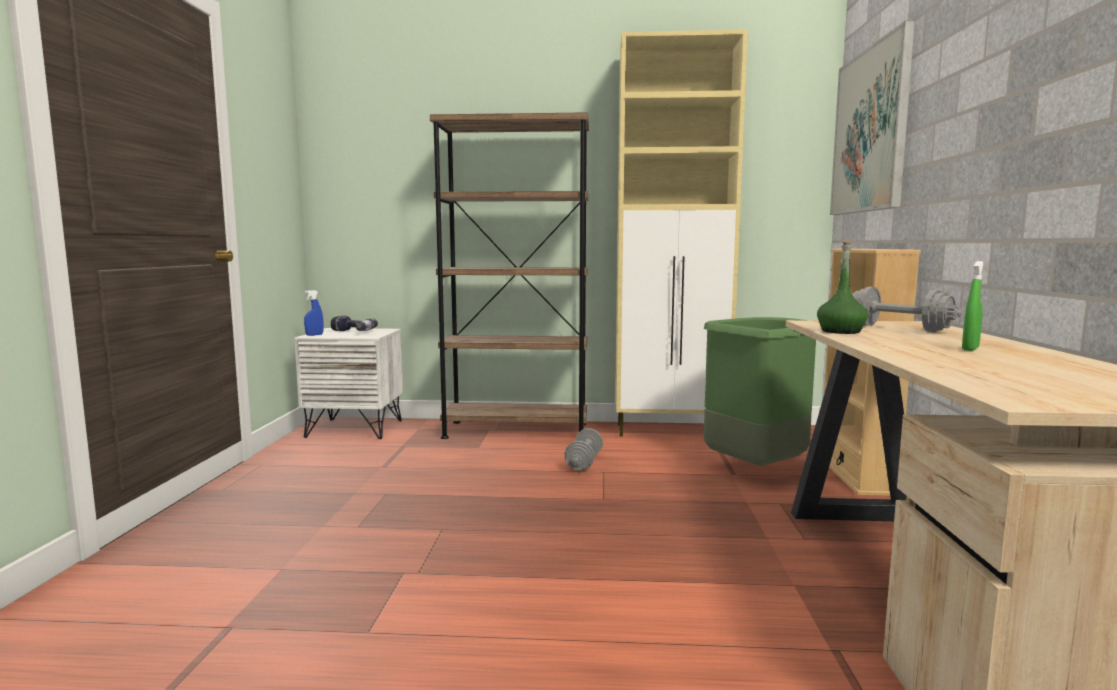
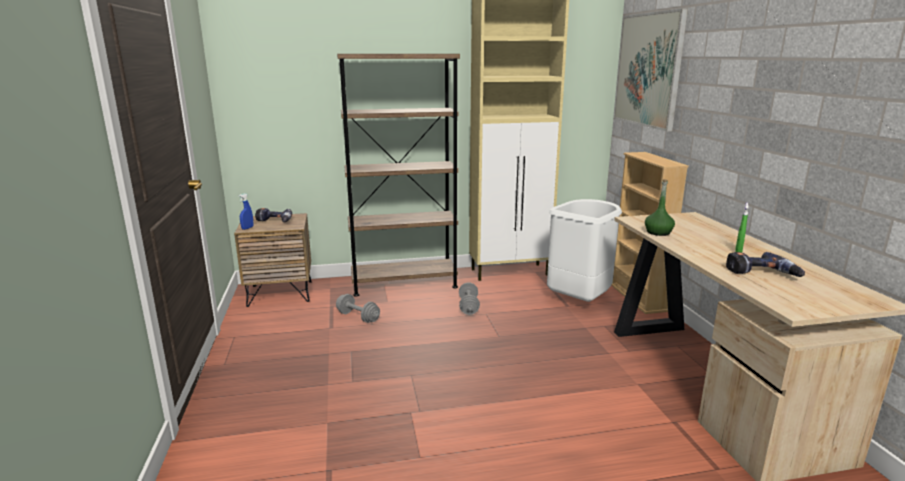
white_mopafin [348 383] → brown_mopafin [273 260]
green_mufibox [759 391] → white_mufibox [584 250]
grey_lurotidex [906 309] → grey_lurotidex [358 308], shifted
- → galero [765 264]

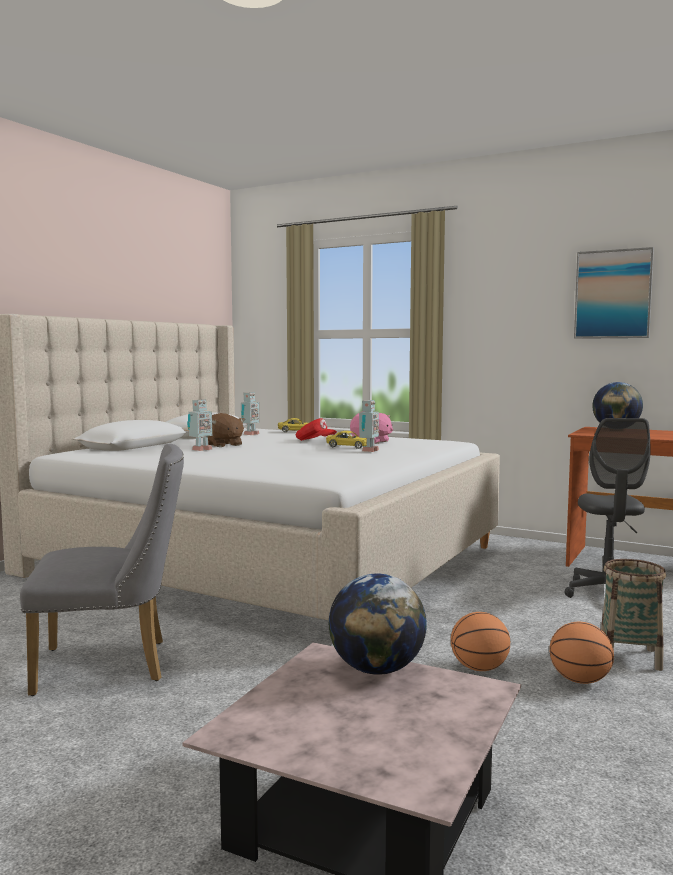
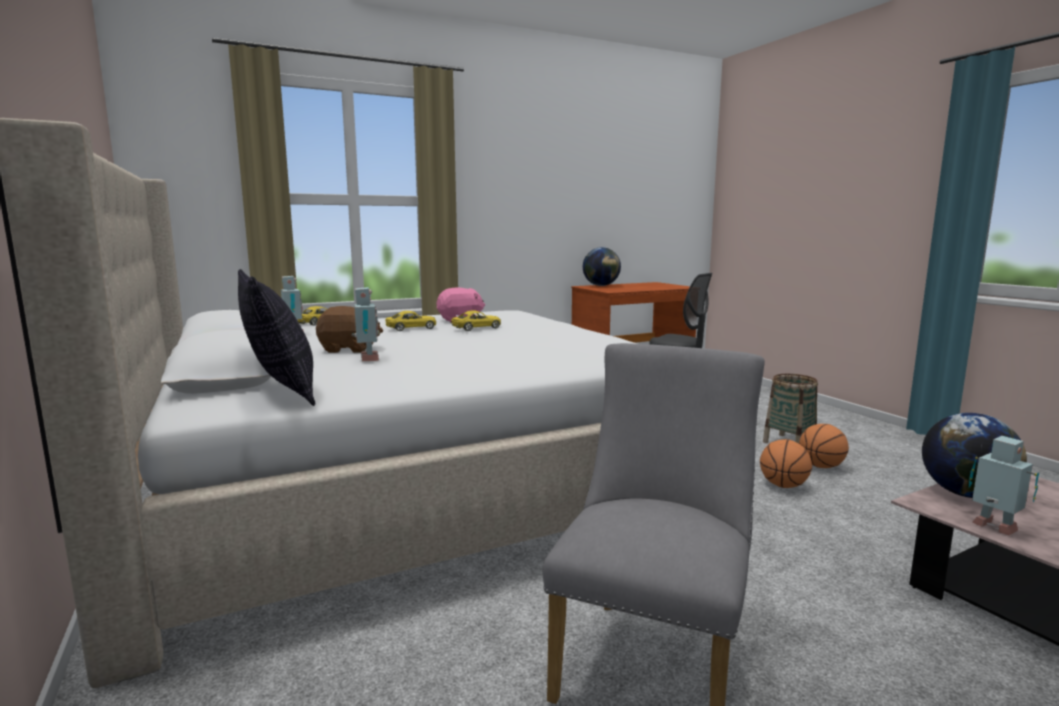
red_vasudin [316 429] → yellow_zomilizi [410 321]
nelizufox [369 426] → nelizufox [1004 486], shifted
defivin [614 293] → -
- → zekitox [277 337]

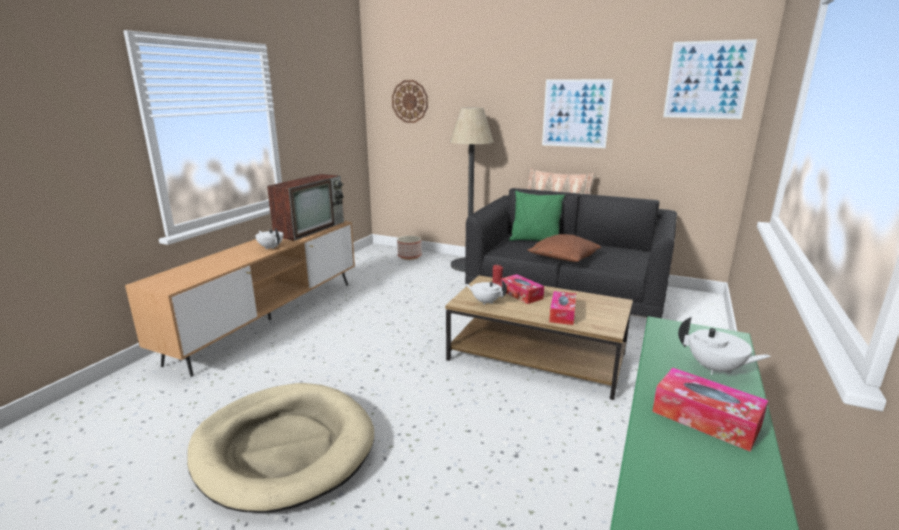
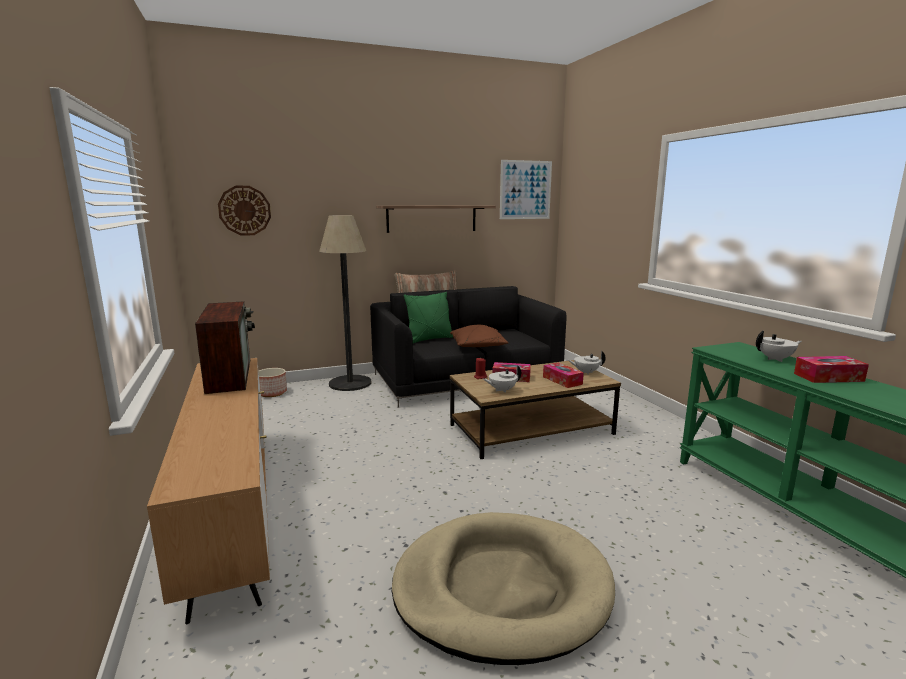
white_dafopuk [269 238] → white_dafopuk [587 363], shifted
defivin [577 113] → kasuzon [436 219]

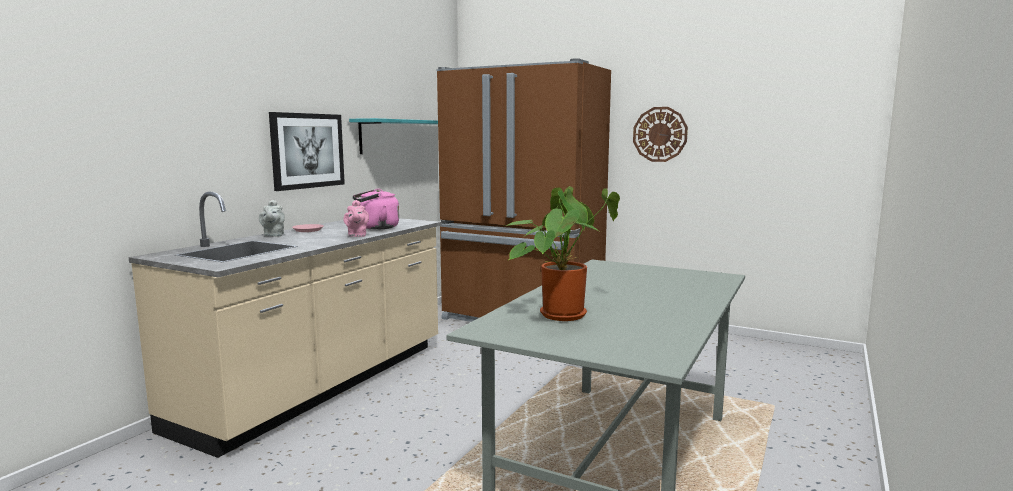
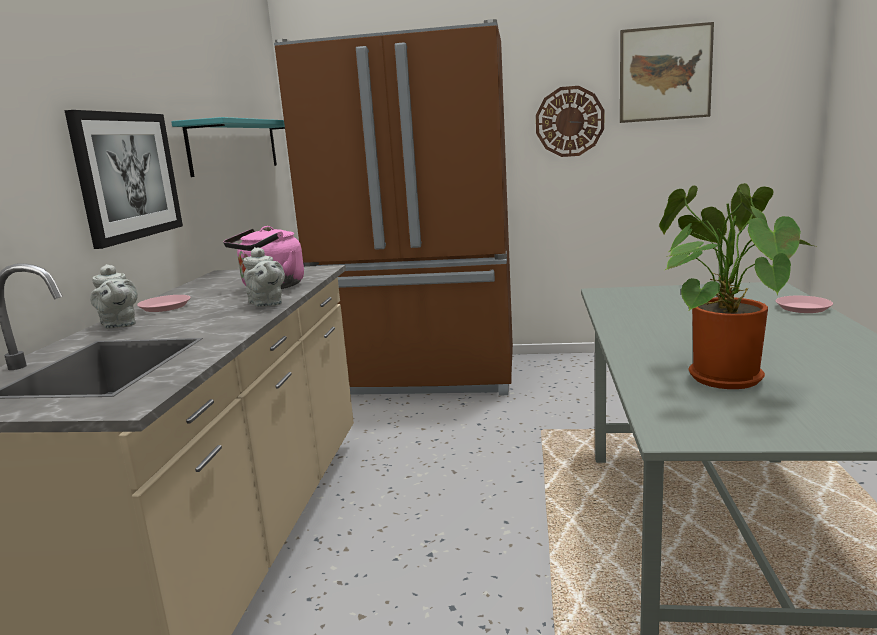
pink_dafopuk [356 218] → grey_dafopuk [264 277]
- → defivin [667 72]
- → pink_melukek [804 304]

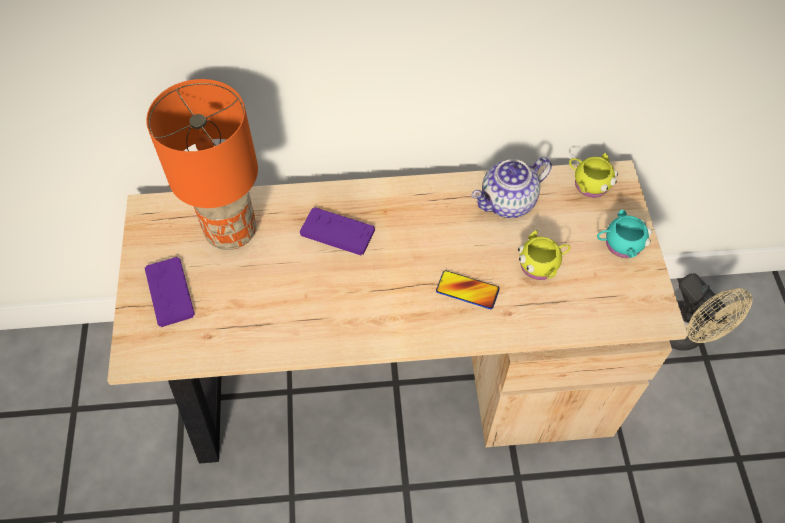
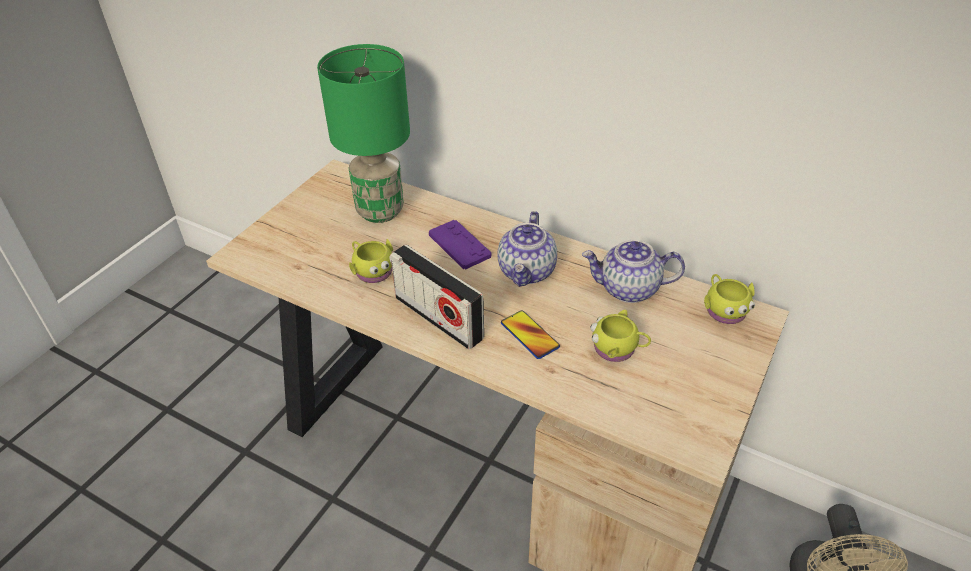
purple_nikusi [170 292] → -
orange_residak [202 164] → green_residak [363 133]
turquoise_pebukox [624 233] → -
- → yellow_pebukox [371 261]
- → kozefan [437 297]
- → dafopuk [527 249]

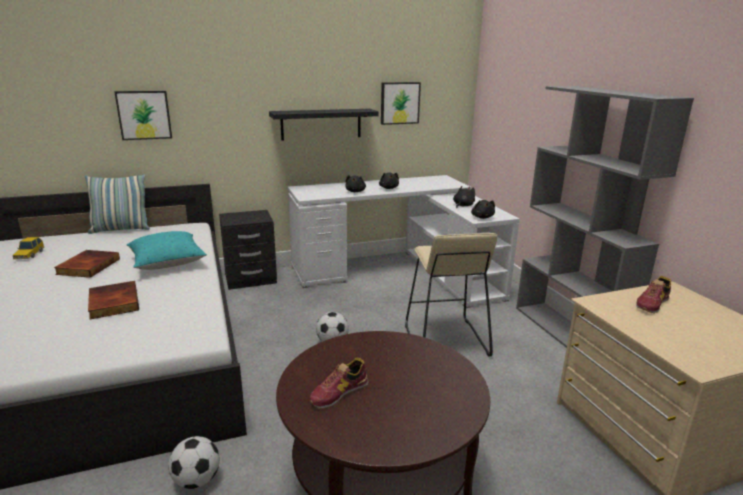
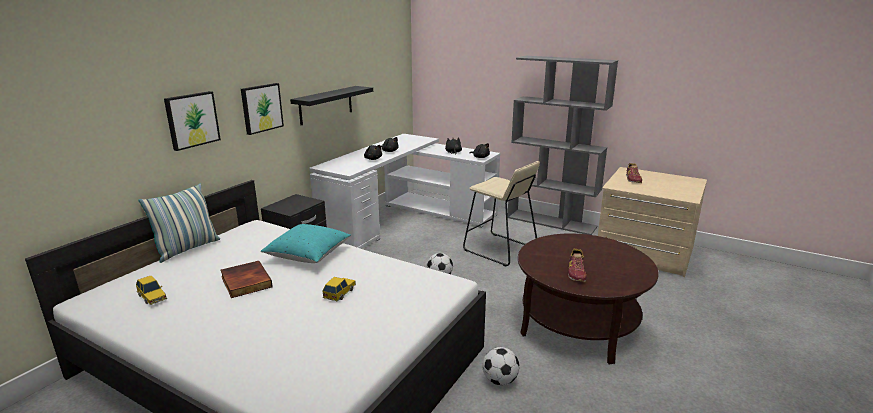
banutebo [113 300] → zomilizi [339 289]
defivin [401 103] → defivin [262 109], shifted

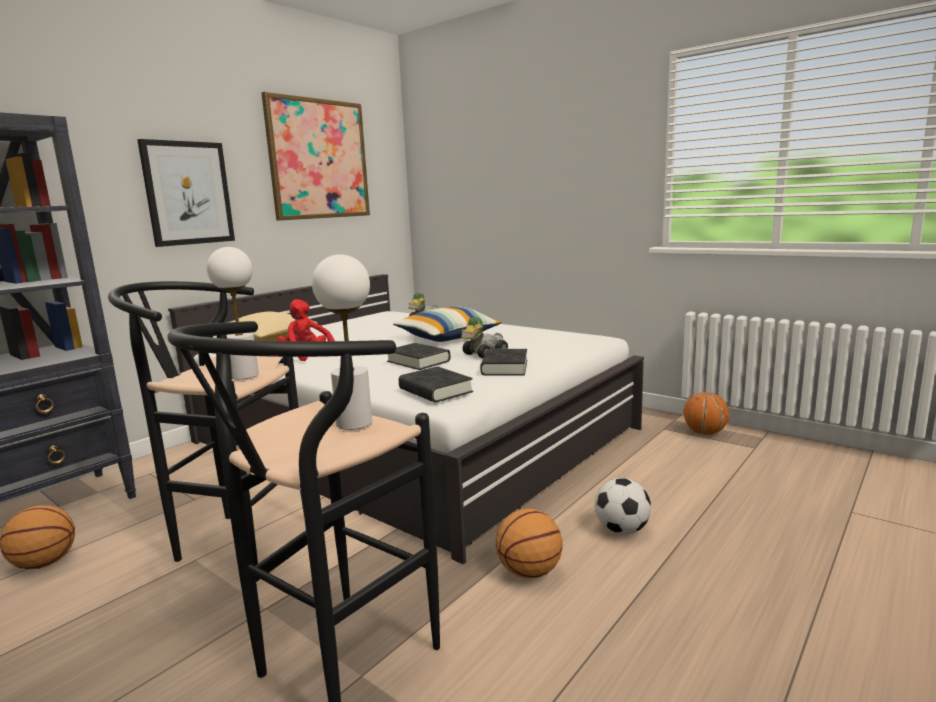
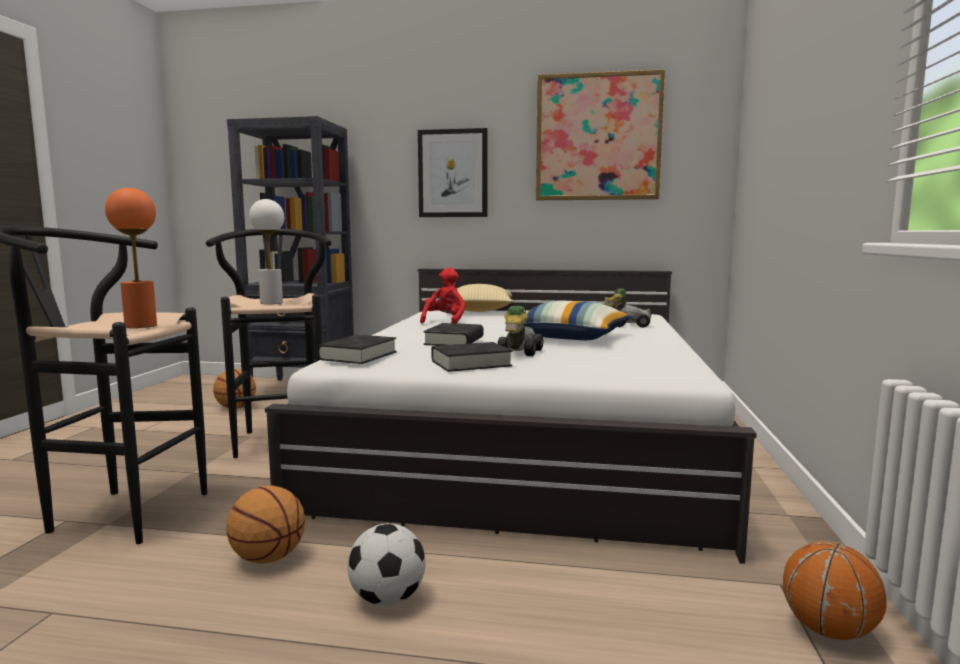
white_residak [342 342] → orange_residak [131 258]
zomilizi [484 337] → zomilizi [520 331], 90 degrees counterclockwise

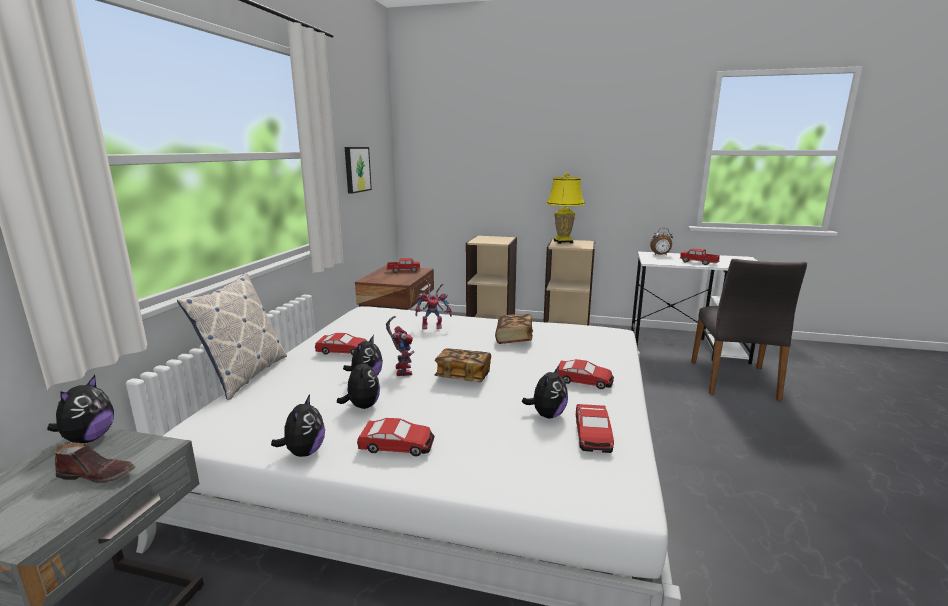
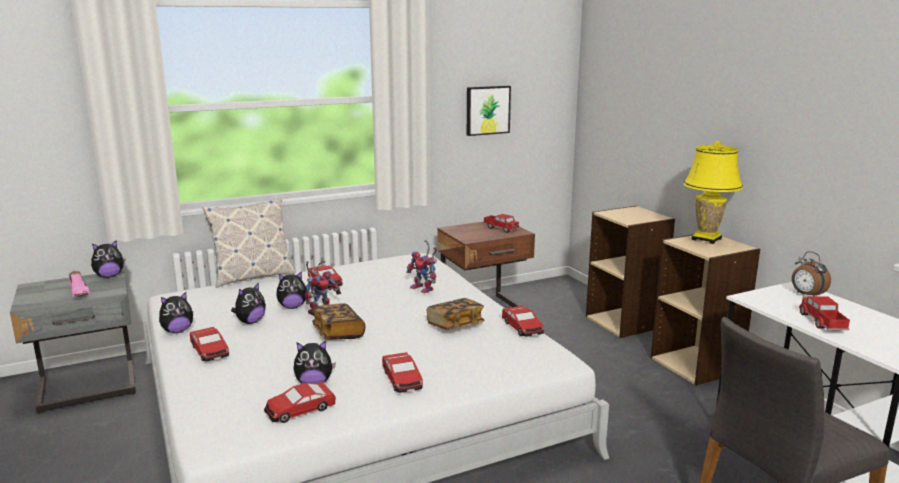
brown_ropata [95 462] → pink_ropata [79 284]
- → zomilizi [523 321]

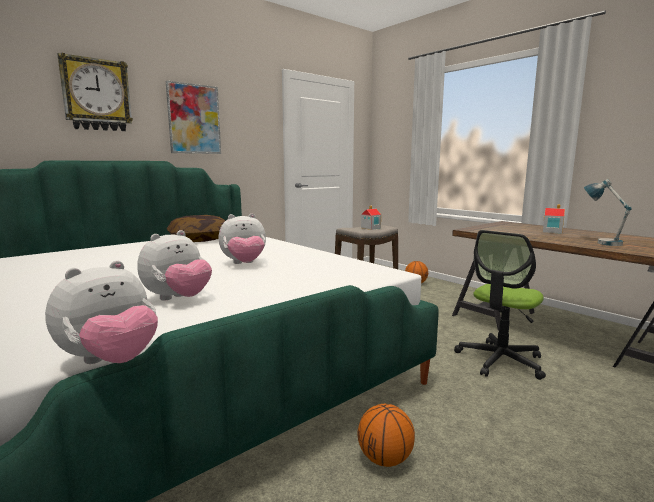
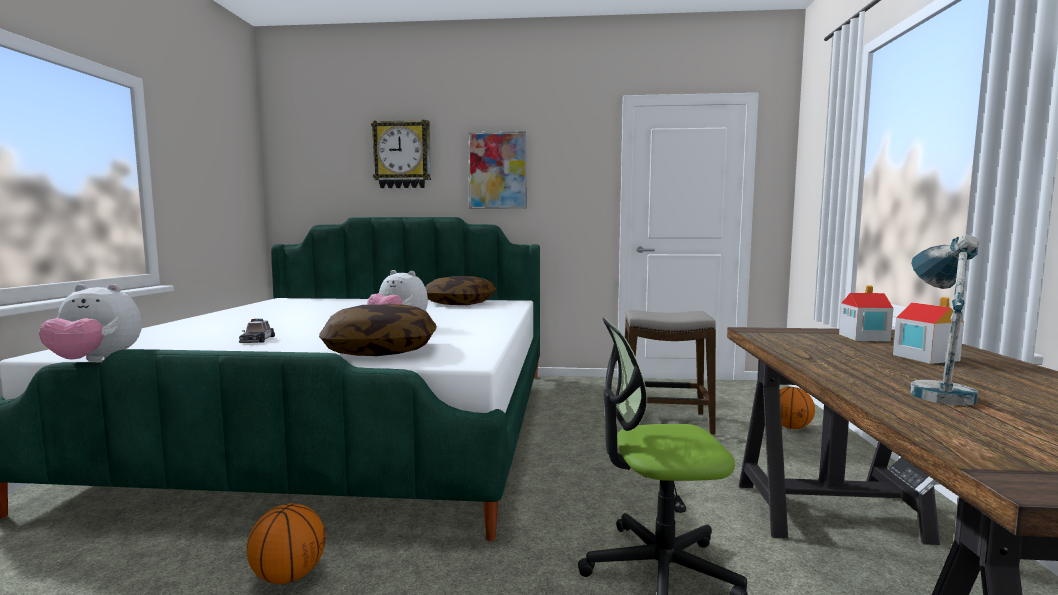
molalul [174 265] → zomilizi [257 331]
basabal [371 218] → basabal [866 313], shifted
- → zekitox [378 330]

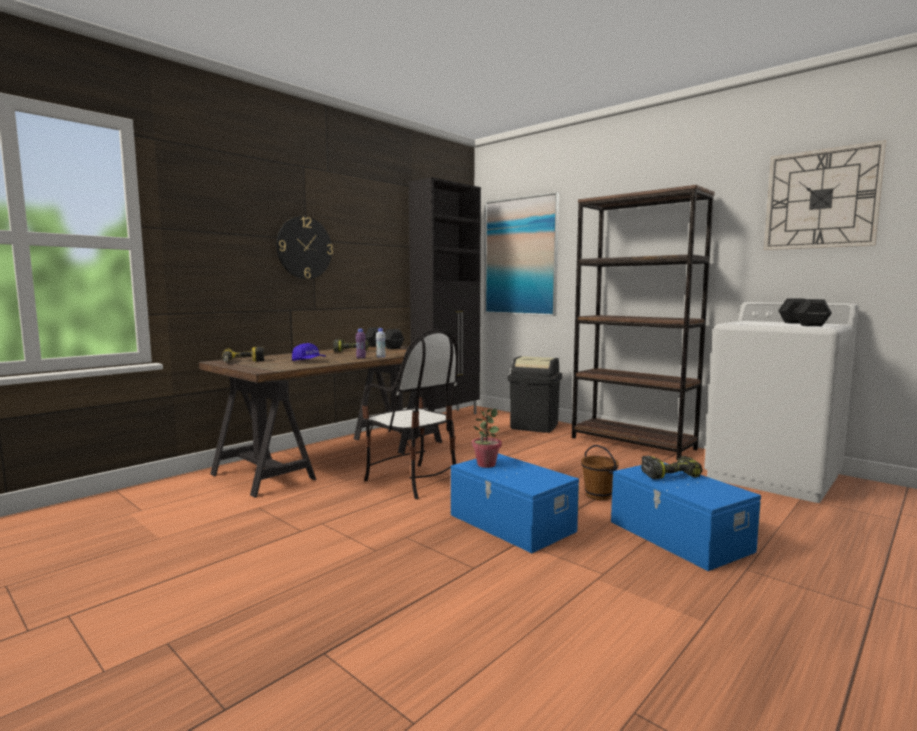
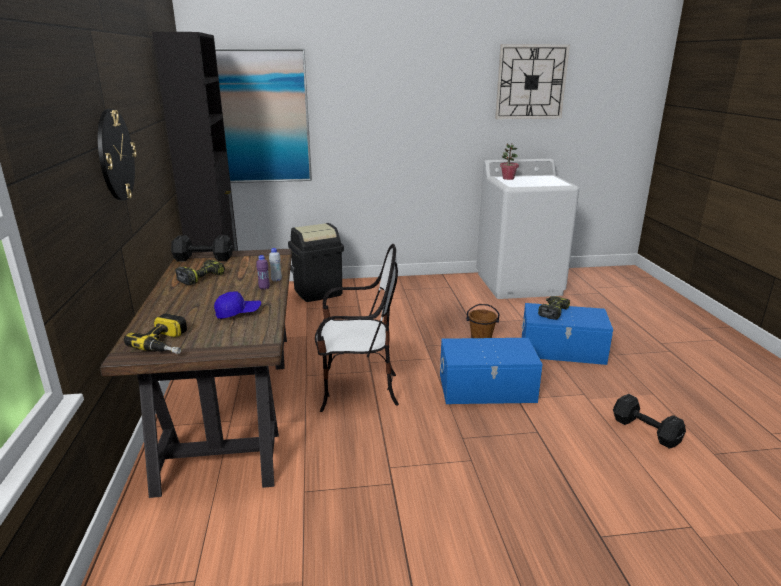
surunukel [487 438] → surunukel [509 161], shifted
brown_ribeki [643 322] → -
black_lurotidex [805 312] → black_lurotidex [649 421], shifted

